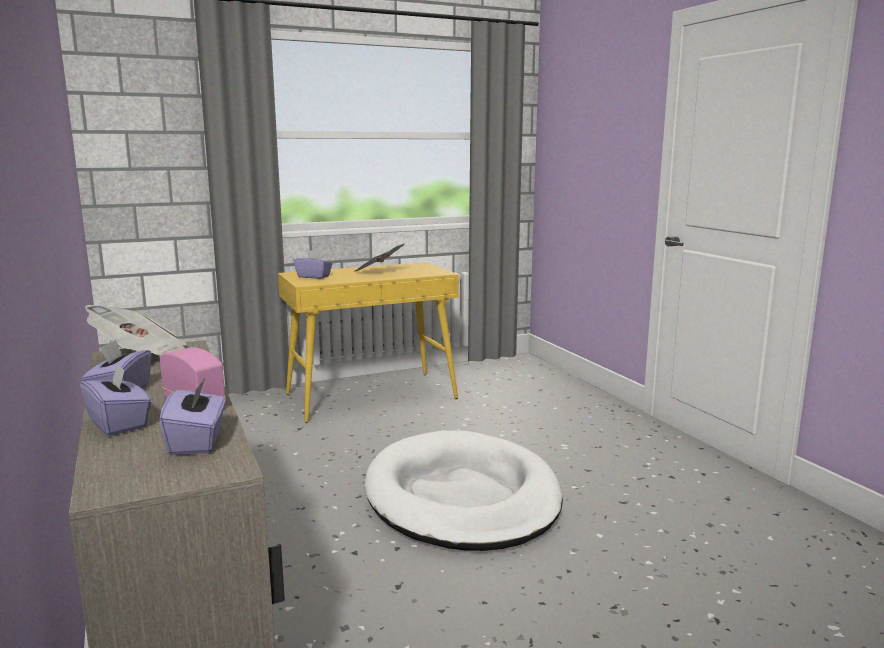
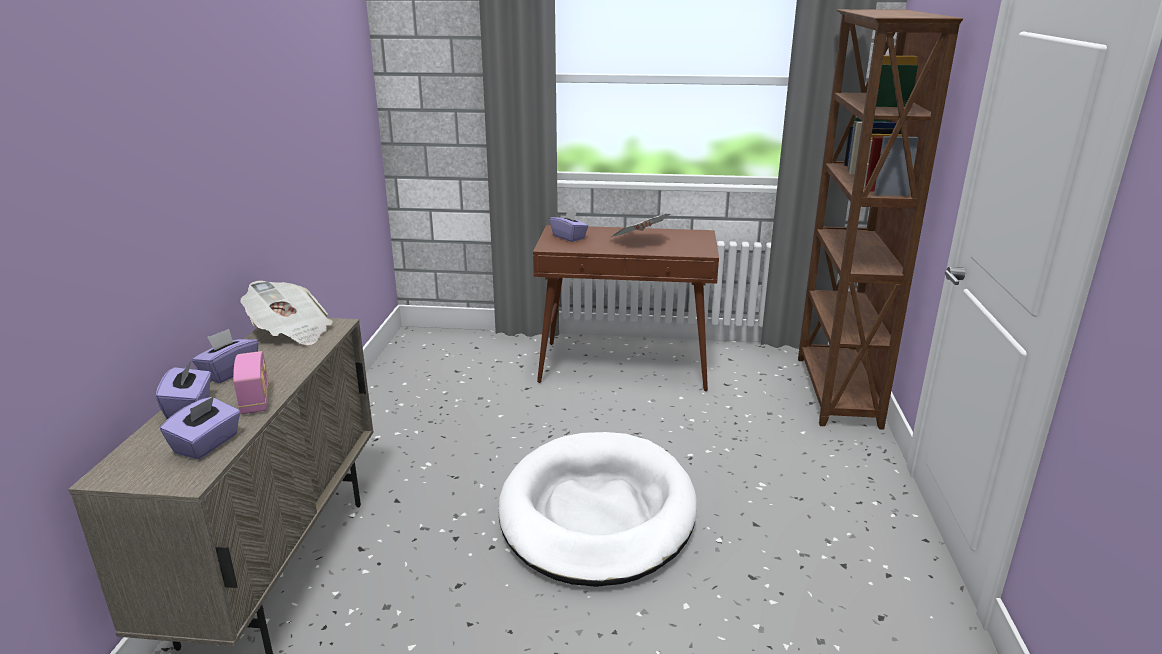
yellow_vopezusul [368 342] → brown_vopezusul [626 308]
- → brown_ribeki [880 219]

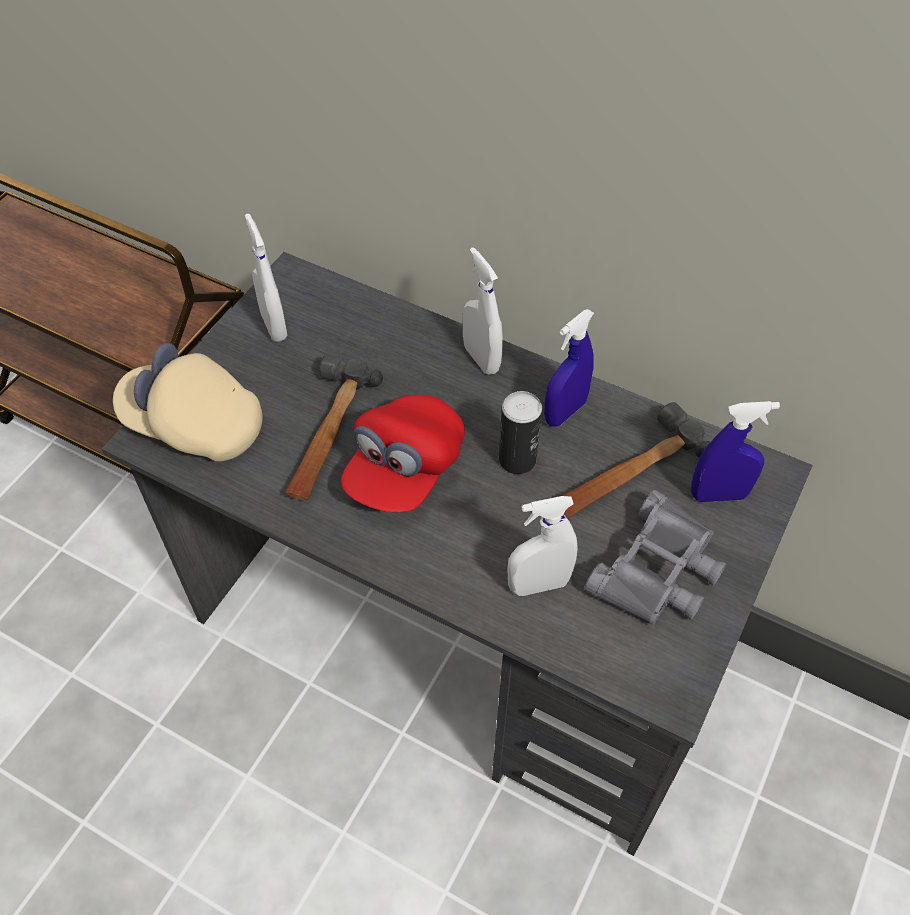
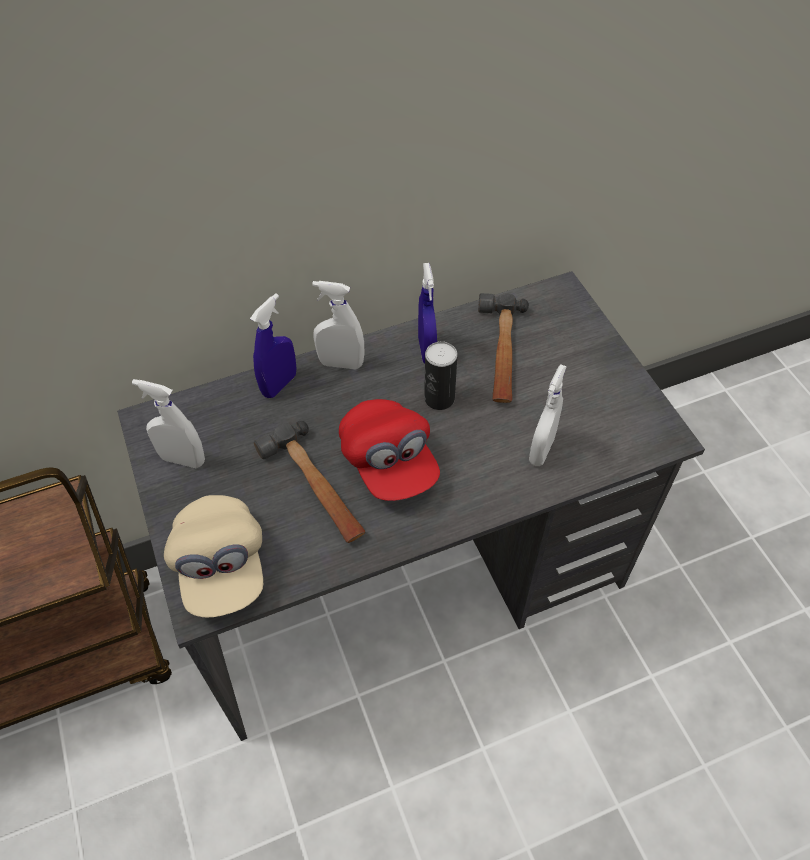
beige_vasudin [188 402] → beige_vasudin [213 556], 75 degrees counterclockwise
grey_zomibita [655 557] → -
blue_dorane [735 451] → blue_dorane [273 345], shifted

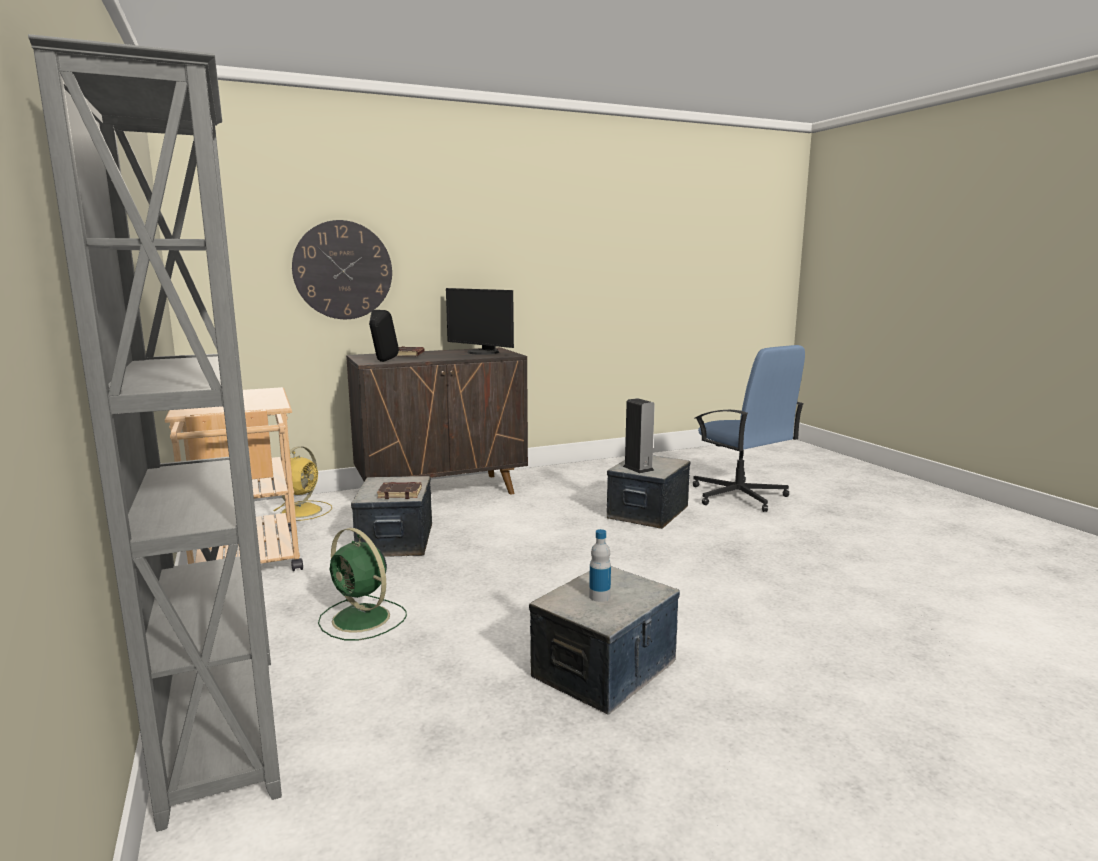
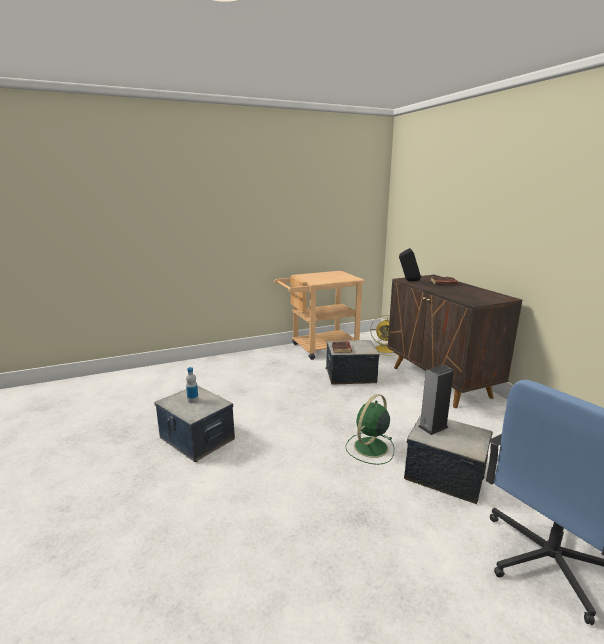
grey_ribeki [155 433] → -
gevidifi [342 269] → -
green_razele [362 584] → green_razele [370 429], shifted
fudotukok [480 321] → -

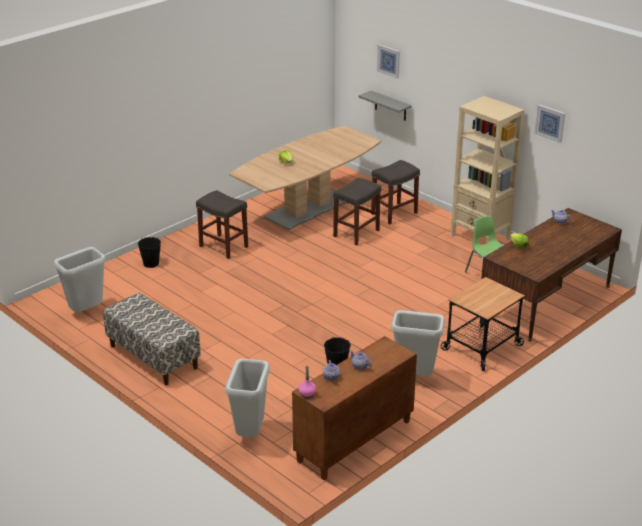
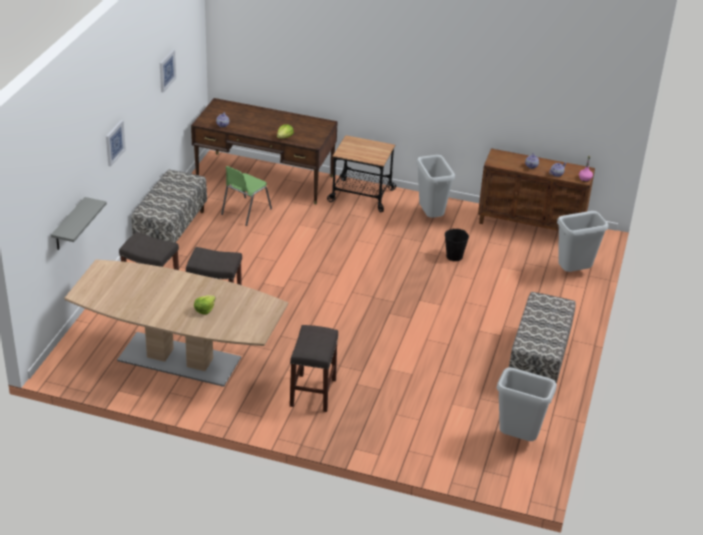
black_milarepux [149 252] → -
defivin [388 61] → defivin [116 143], shifted
beige_ribeki [487 170] → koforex [169 206]

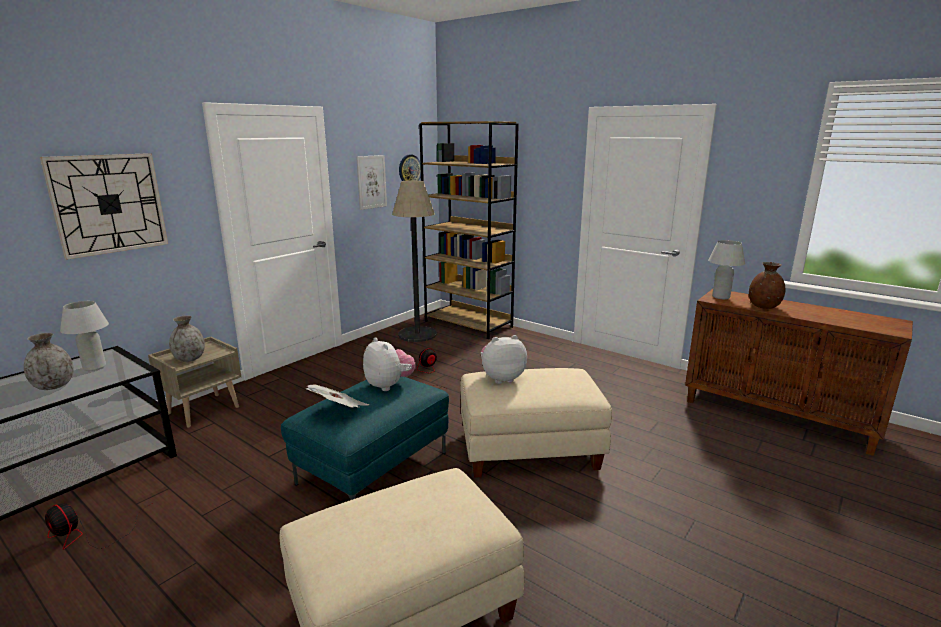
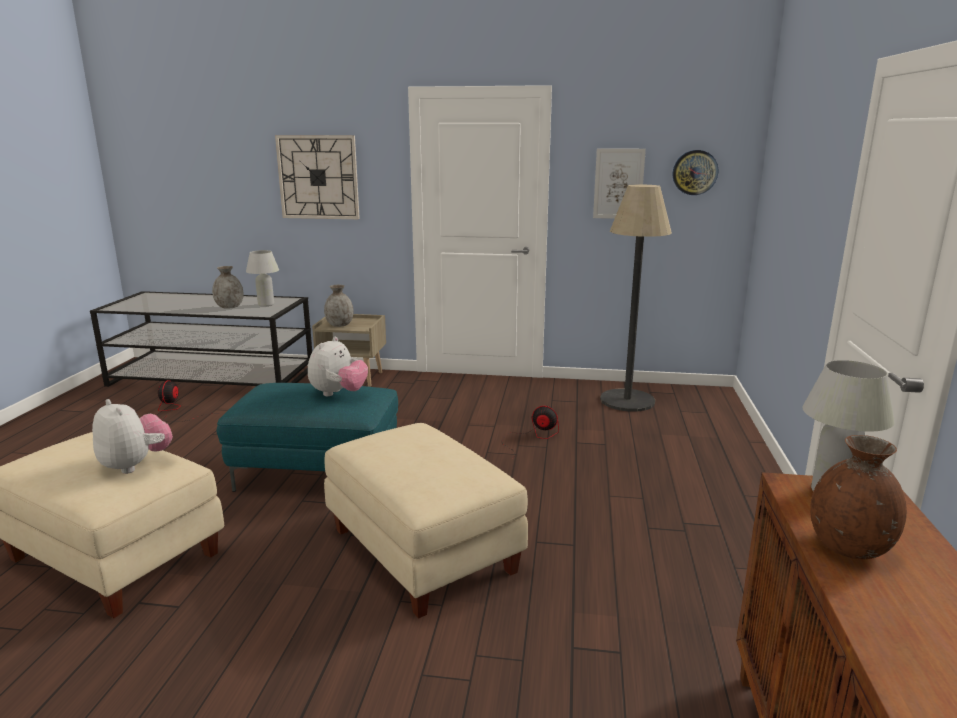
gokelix [337 396] → -
brown_ribeki [469 230] → -
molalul [504 359] → molalul [132 436], shifted

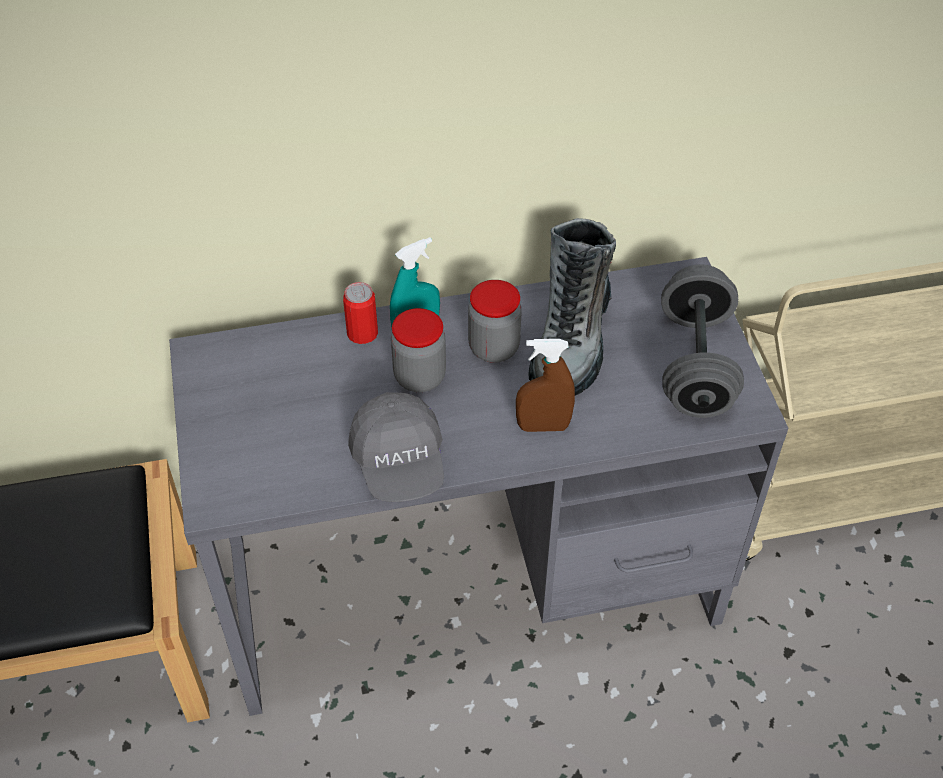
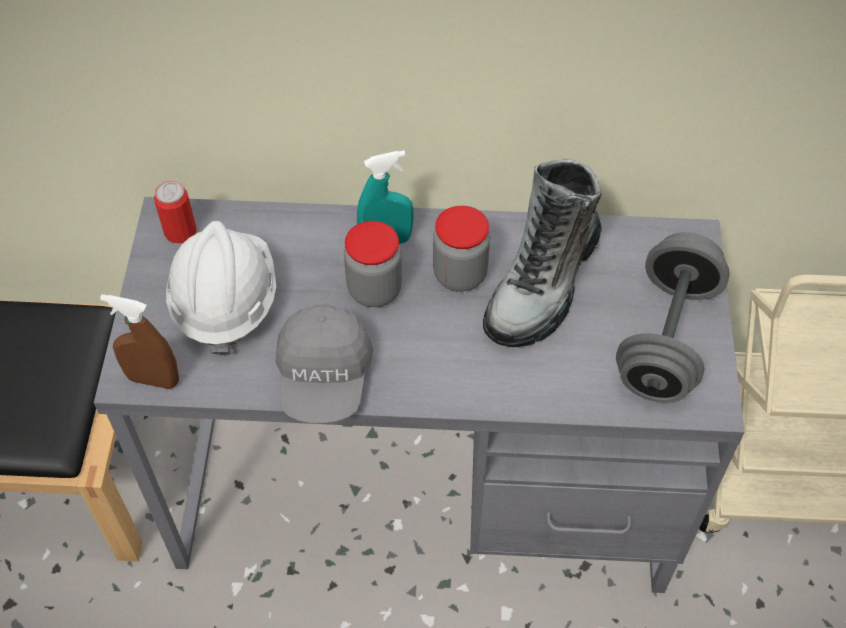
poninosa [360 313] → poninosa [175 212], shifted
brown_dorane [545 385] → brown_dorane [139 341], shifted
- → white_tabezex [221 288]

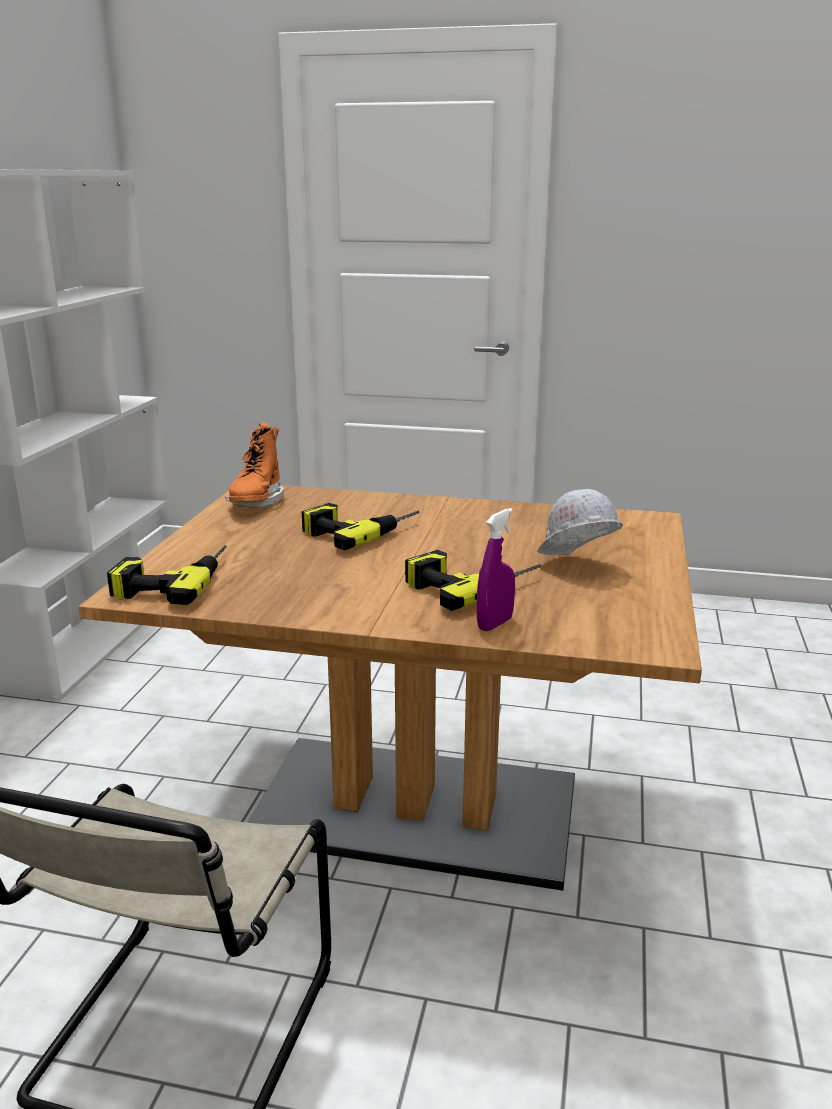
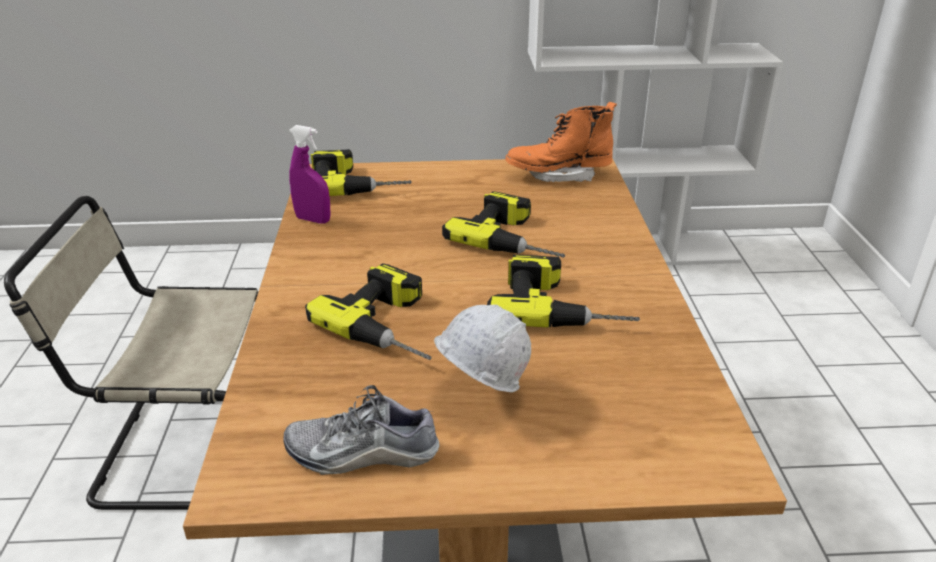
purple_dorane [496 569] → purple_dorane [310 174], shifted
- → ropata [362 430]
- → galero [563 291]

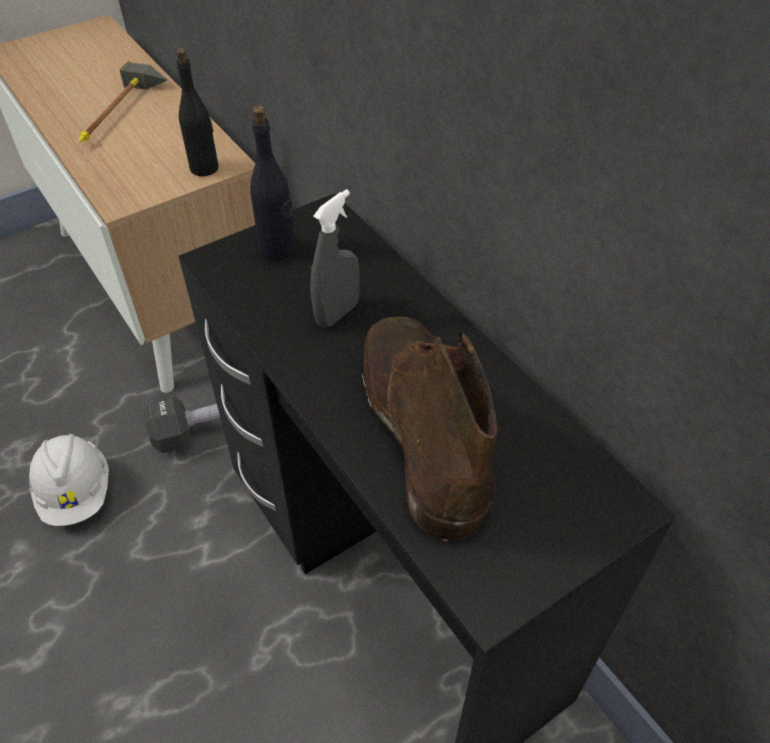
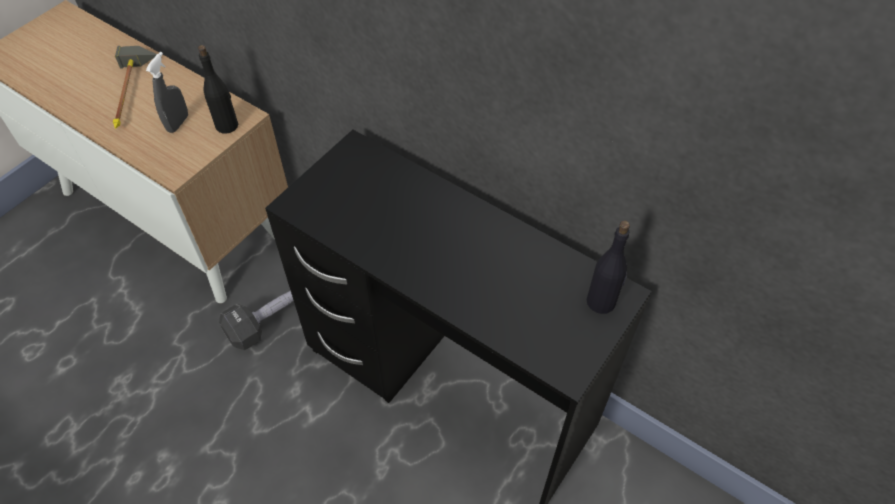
white_tabezex [69 480] → -
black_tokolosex [272 182] → black_tokolosex [608 267], shifted
grey_dorane [335 258] → grey_dorane [167 92], shifted
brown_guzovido [430 429] → -

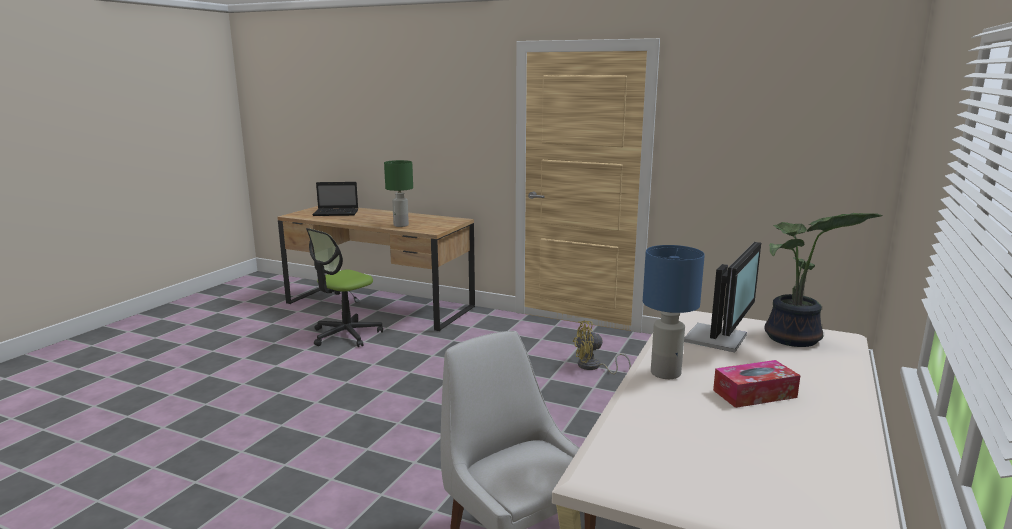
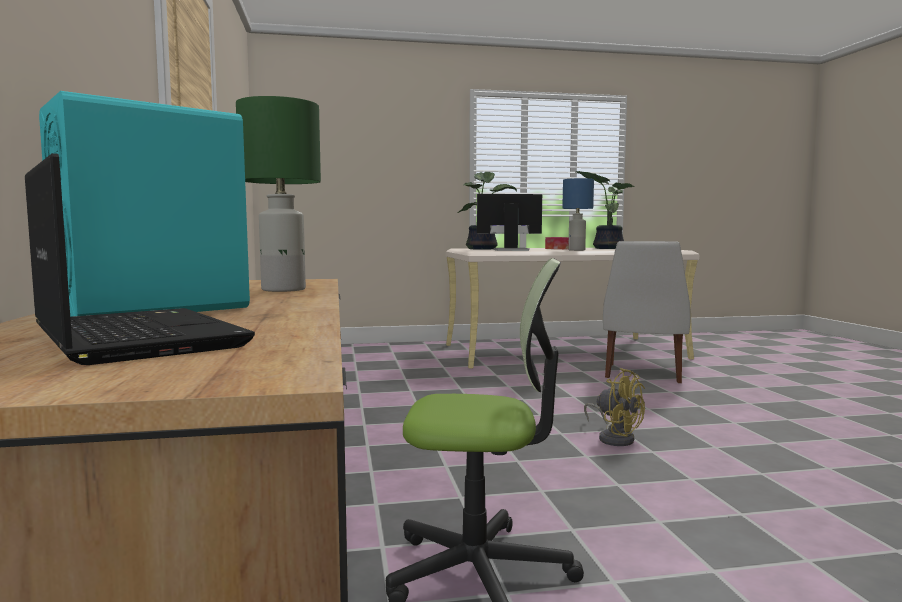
yellow_razele [602 347] → yellow_razele [614 407], shifted
- → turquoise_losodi [144 204]
- → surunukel [605 210]

